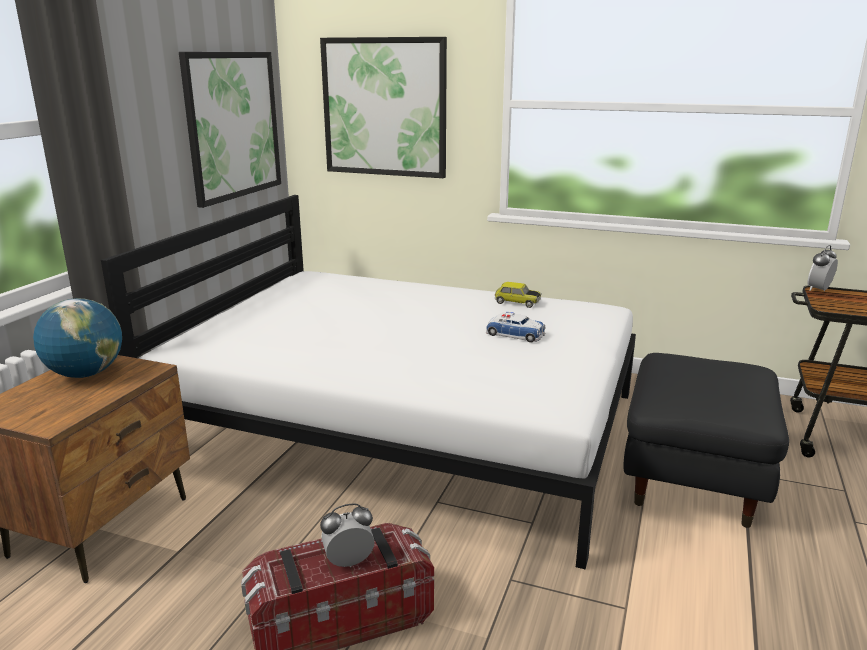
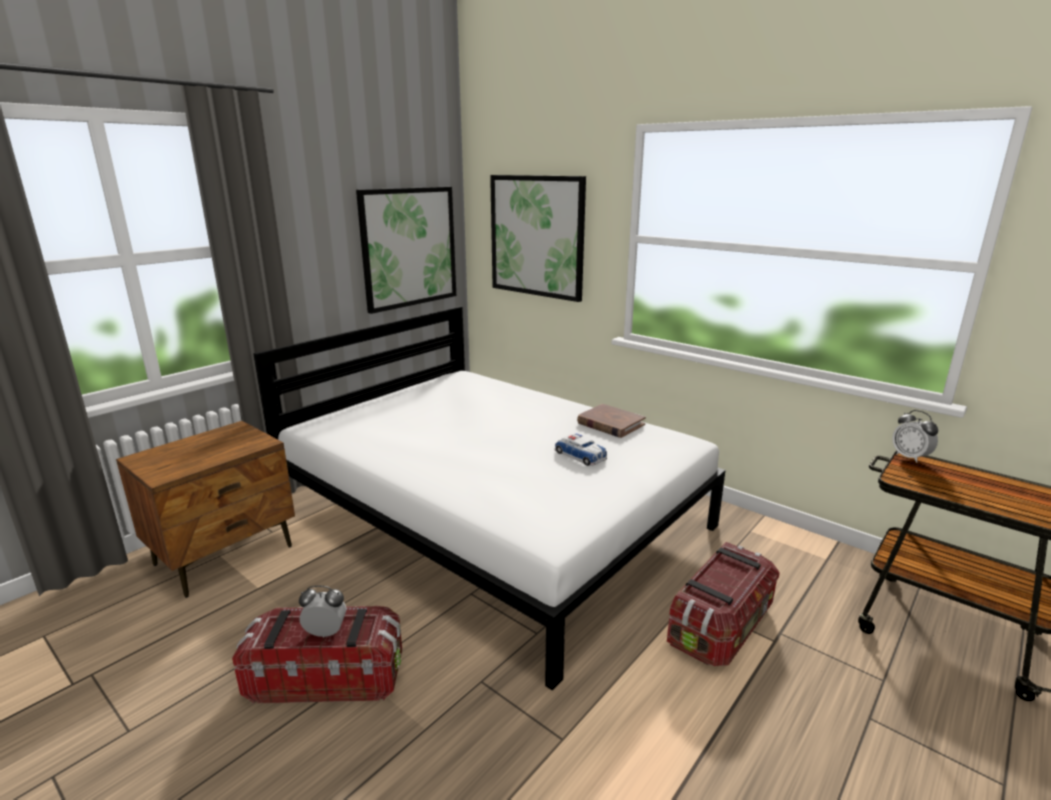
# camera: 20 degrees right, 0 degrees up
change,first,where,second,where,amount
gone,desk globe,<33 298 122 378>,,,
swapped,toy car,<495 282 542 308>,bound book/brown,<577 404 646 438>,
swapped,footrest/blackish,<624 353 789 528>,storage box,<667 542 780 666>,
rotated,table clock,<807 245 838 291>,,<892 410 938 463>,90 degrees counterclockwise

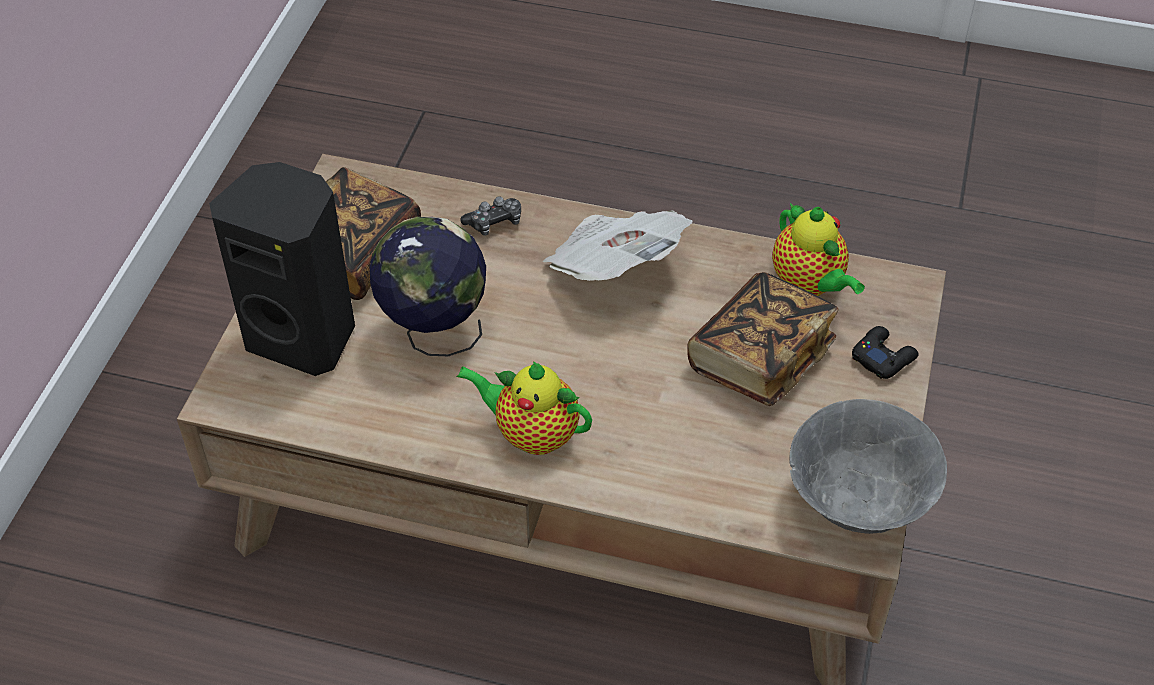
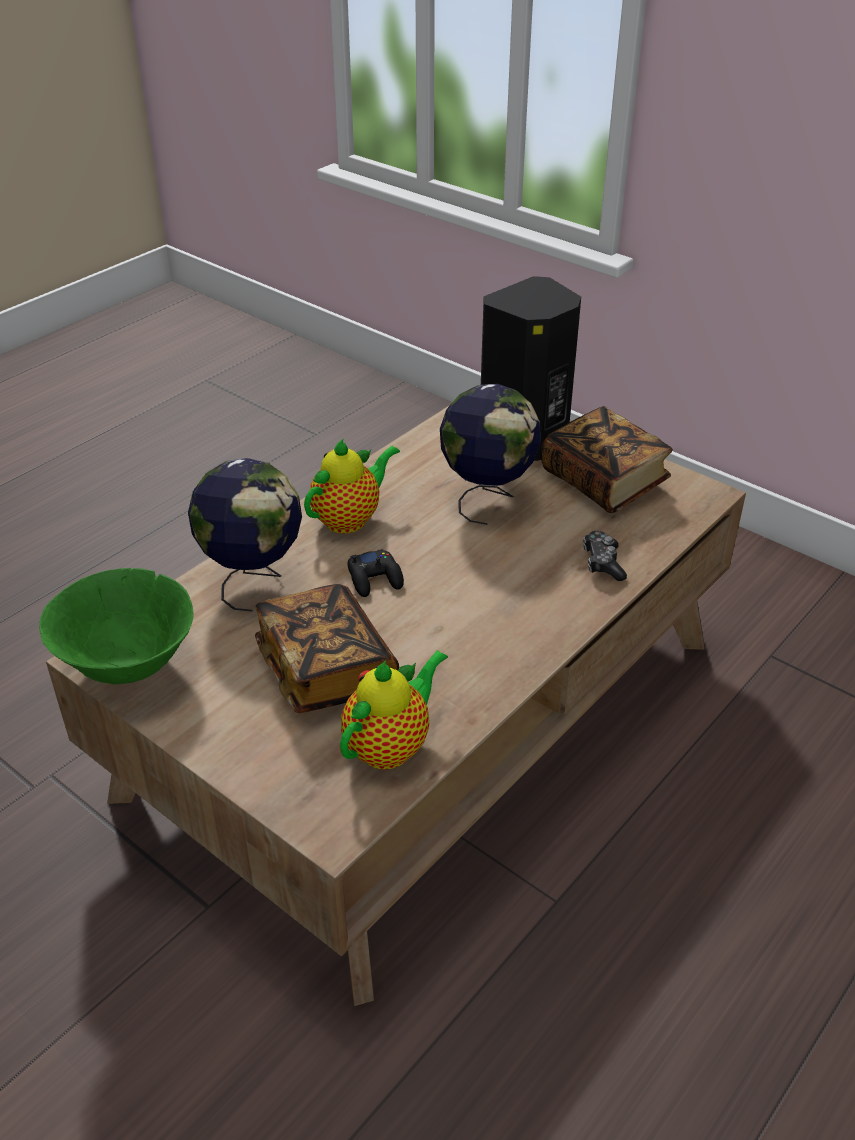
# camera: 115 degrees right, 10 degrees down
change,first,where,second,where,amount
gone,newspaper,<543 211 692 281>,,,
new,,,desk globe,<188 458 302 612>,
shifted,joypad/blackish,<852 326 919 379>,,<348 549 404 597>,
repainted,deep dish/gray,<789 399 947 534>,deep dish/green-coloured,<39 568 194 684>,
rotated,pot for tea,<772 203 865 296>,,<340 650 448 770>,135 degrees clockwise

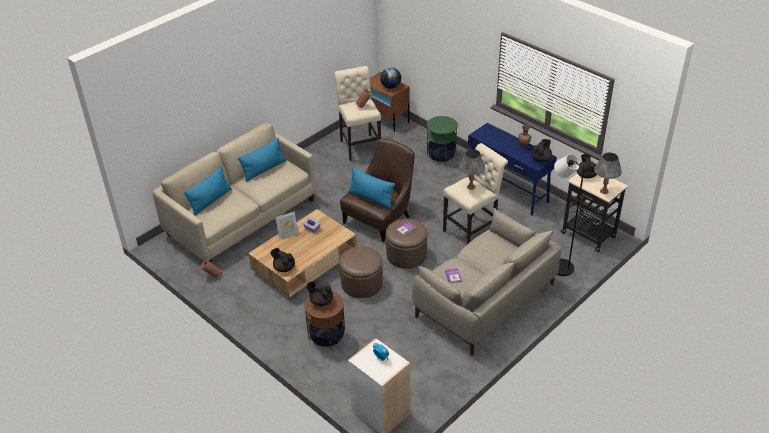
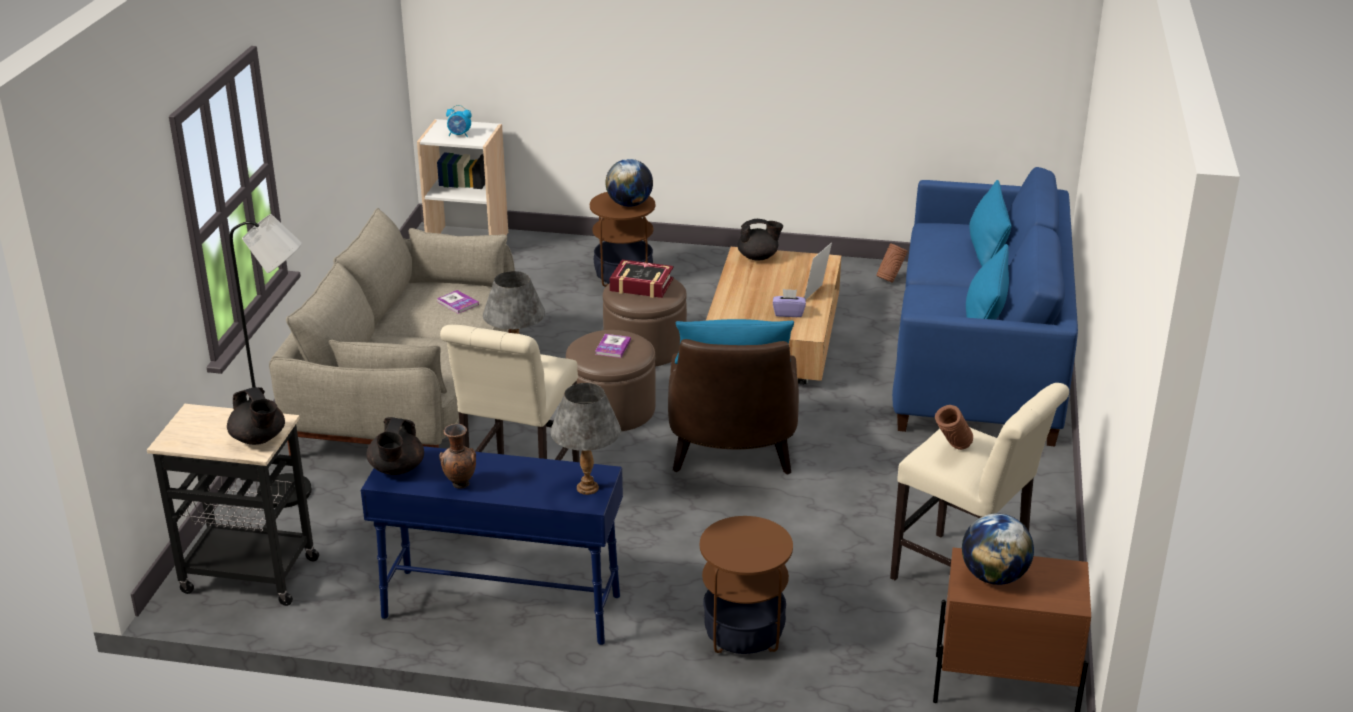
# camera: 145 degrees right, 10 degrees down
change,first,where,second,where,amount
new,,,bound book,<610 260 673 298>,
shifted,tabletop lamp/gray,<594 152 622 194>,,<550 383 621 495>,
swapped,pot for tea/blackish,<306 281 333 306>,desk globe,<605 159 653 207>,
repainted,couch/beige,<153 123 316 263>,couch/bluish,<892 167 1078 446>,
repainted,end table/green-coloured,<427 116 458 163>,end table/brown,<700 516 793 654>,

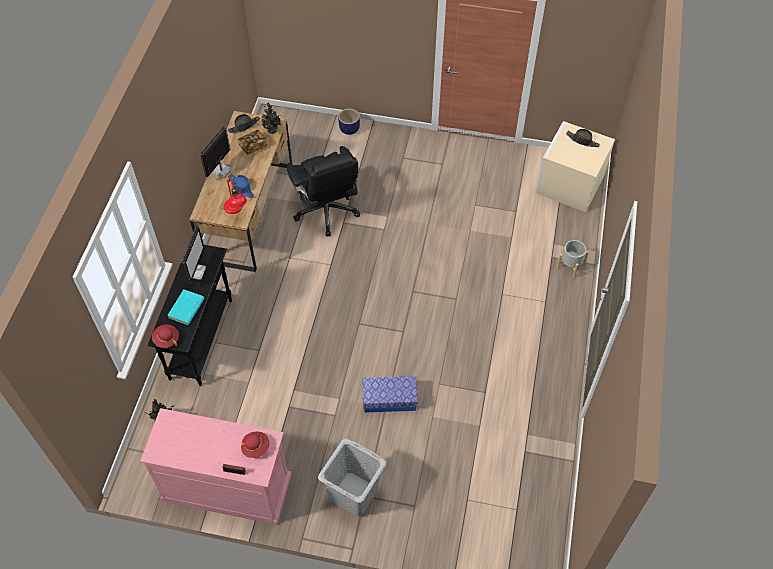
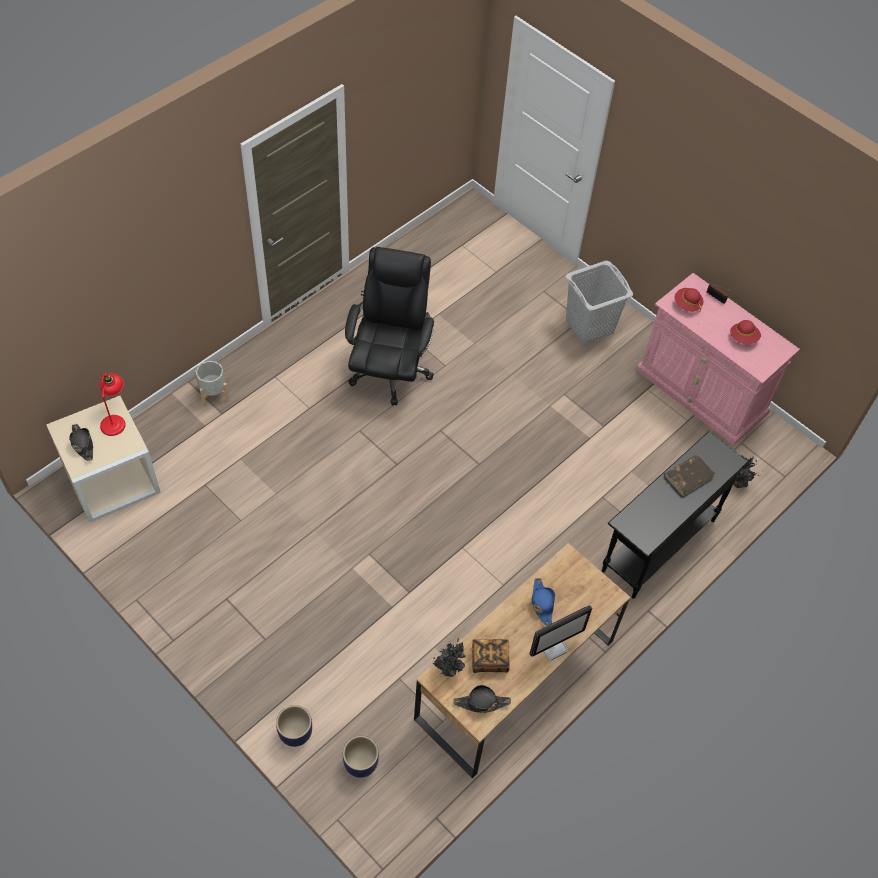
# camera: 150 degrees left, 0 degrees up
change,first,where,second,where,amount
gone,computer screen,<181 226 206 284>,,,
gone,storage box,<362 376 418 413>,,,
new,,,planter,<343 736 379 778>,
shifted,clothing hat/reddish,<152 324 179 348>,,<730 320 761 344>,
shifted,tabletop lamp/reddish,<224 178 247 214>,,<99 373 126 436>,
shifted,office chair/blackish,<287 146 361 237>,,<345 247 434 405>,
repainted,bound book/turquoise-coloured,<167 289 205 325>,bound book/brown,<664 454 715 496>,

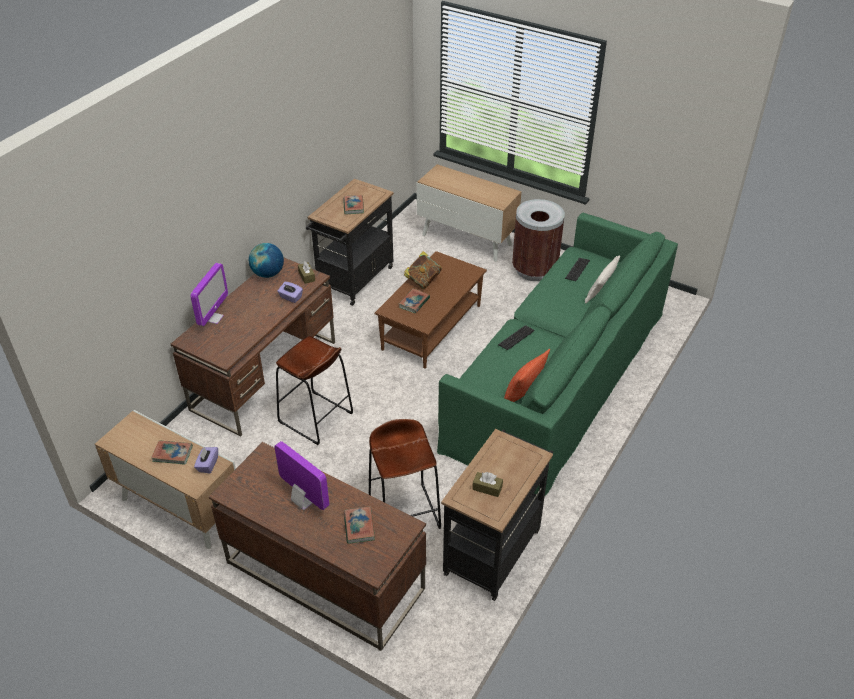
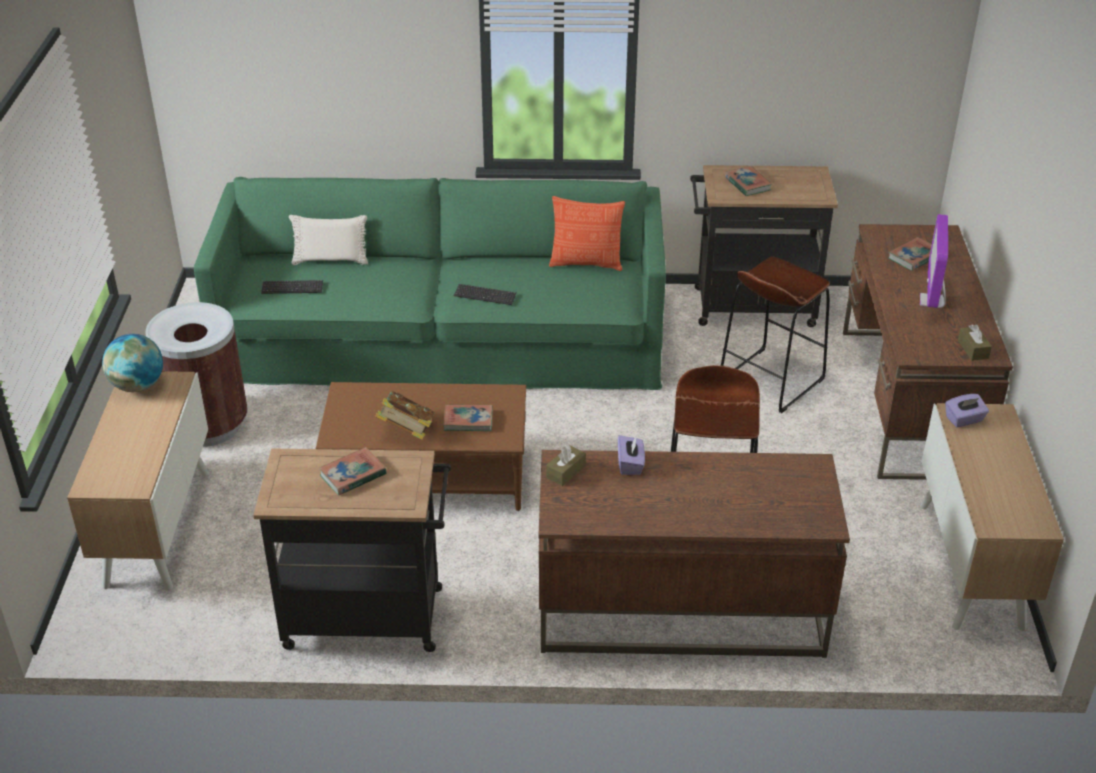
# camera: 120 degrees left, 5 degrees down
change,first,where,second,where,amount
gone,computer screen,<191 263 228 326>,,,
shifted,bound book,<151 440 193 465>,,<725 166 772 196>,
shifted,desk globe,<249 243 284 278>,,<102 334 163 392>,
shifted,tissue box/brown,<472 472 503 497>,,<958 325 992 361>,

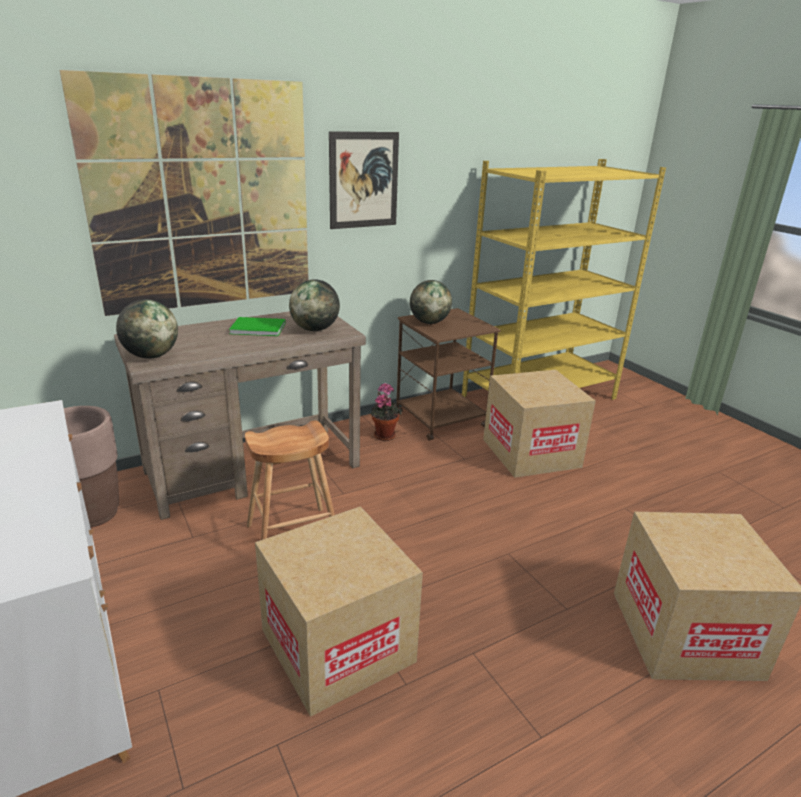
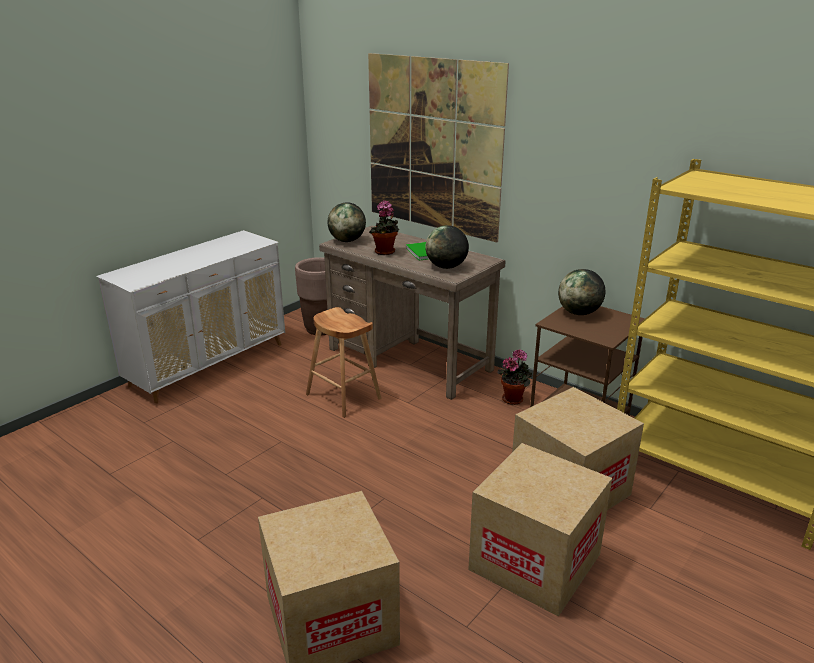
# camera: 70 degrees right, 0 degrees up
change,first,where,second,where,amount
gone,wall art,<329 131 399 229>,,,
new,,,houseplant,<369 200 399 255>,
shifted,cardboard box,<255 506 423 717>,,<468 443 612 617>,

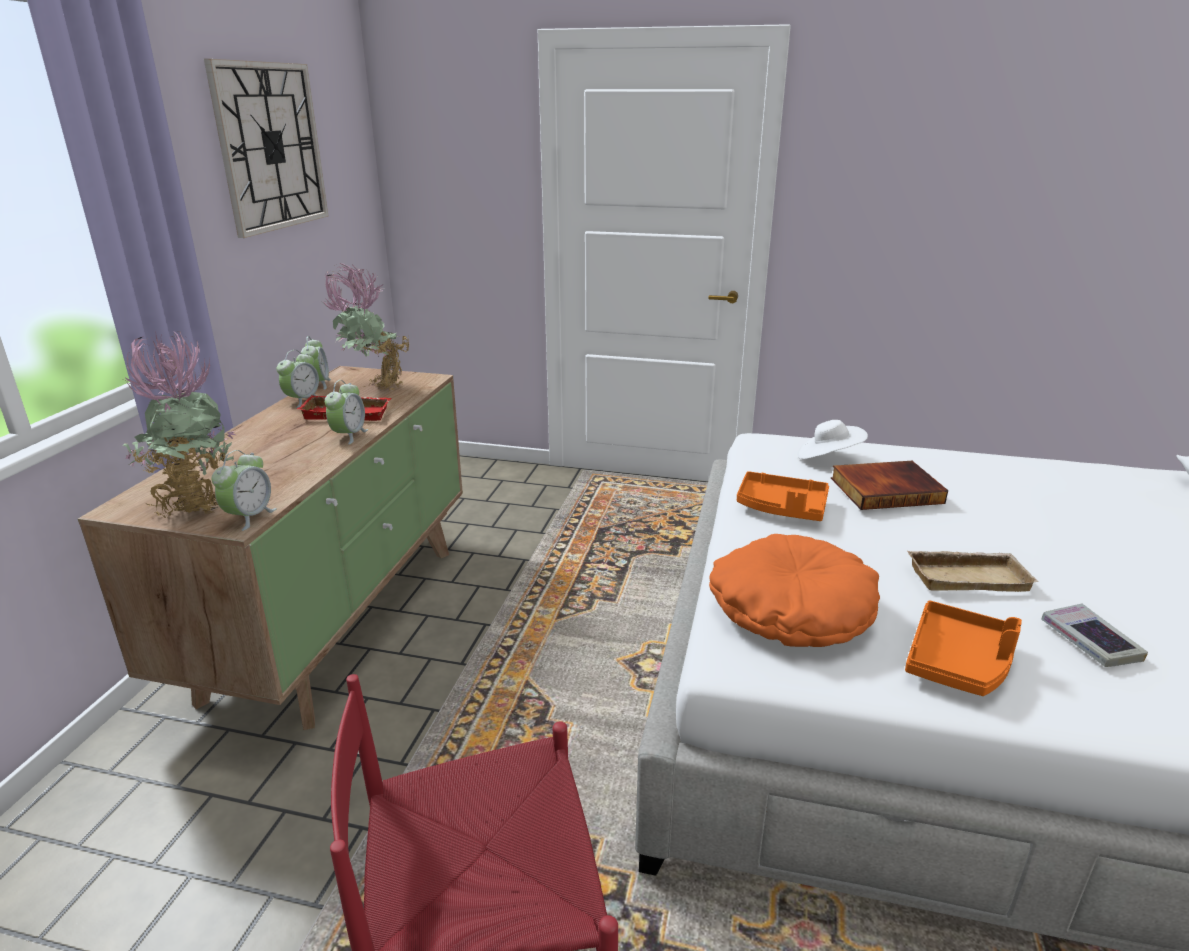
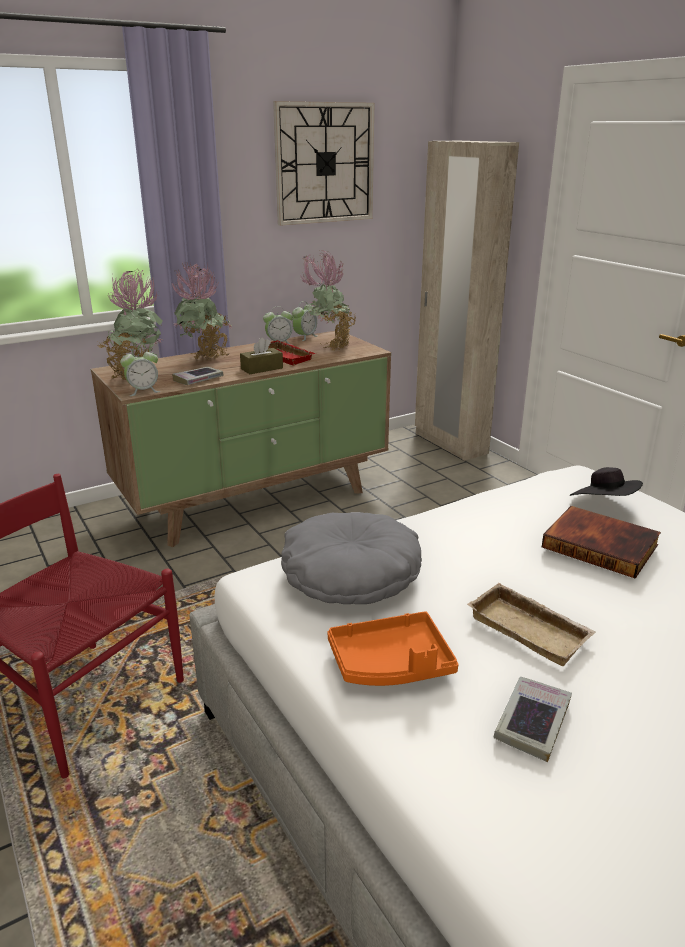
# camera: 45 degrees right, 0 degrees up
change,first,where,second,where,amount
gone,carrying tray/orange-coloured,<737 471 829 521>,,,
new,,,houseplant,<172 263 232 360>,
new,,,bound book,<172 367 224 385>,
new,,,armoire/beige,<415 141 519 461>,
swapped,table clock,<325 380 368 444>,tissue box/brown,<240 337 283 374>,
repainted,pillow/orange-coloured,<709 534 880 647>,pillow/gray,<281 512 422 604>,
repainted,clothing hat/white,<797 420 868 459>,clothing hat/blackish,<570 467 643 496>,

